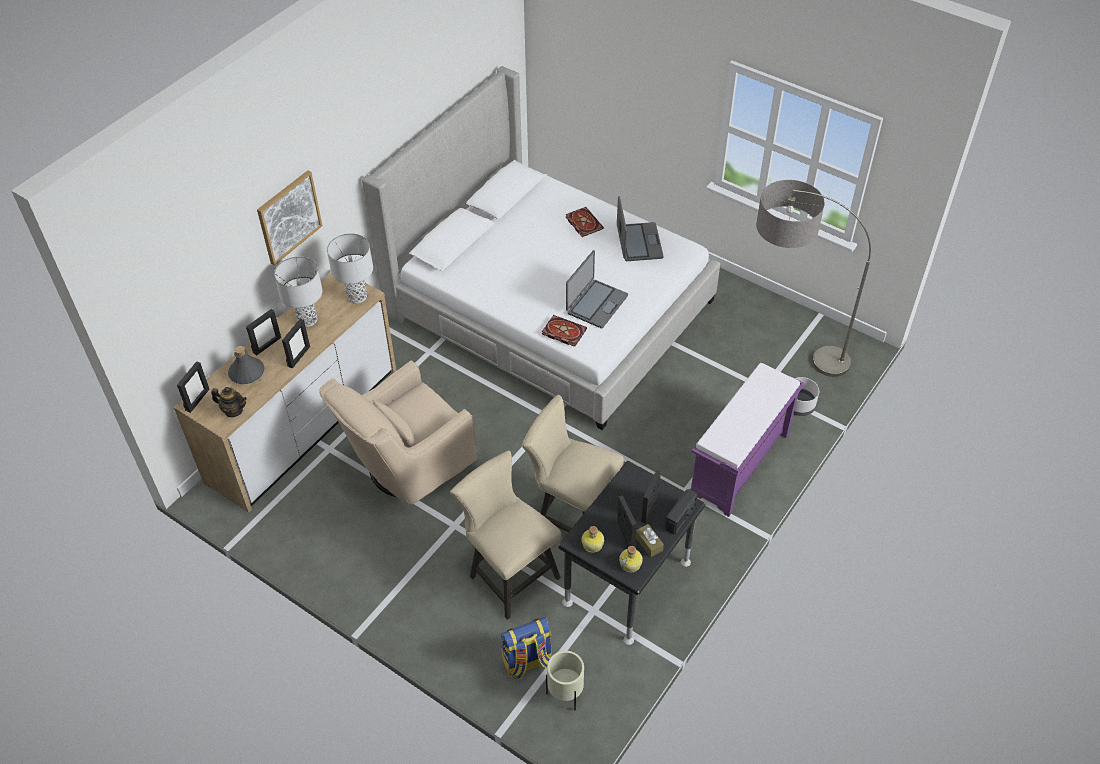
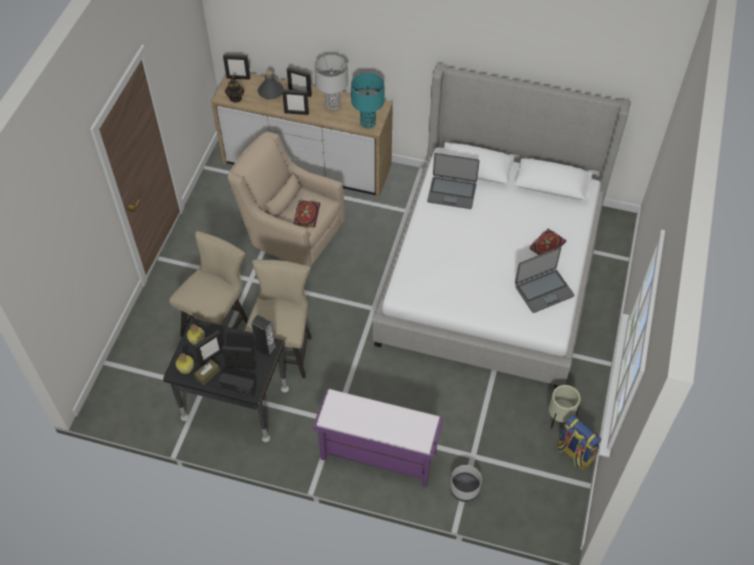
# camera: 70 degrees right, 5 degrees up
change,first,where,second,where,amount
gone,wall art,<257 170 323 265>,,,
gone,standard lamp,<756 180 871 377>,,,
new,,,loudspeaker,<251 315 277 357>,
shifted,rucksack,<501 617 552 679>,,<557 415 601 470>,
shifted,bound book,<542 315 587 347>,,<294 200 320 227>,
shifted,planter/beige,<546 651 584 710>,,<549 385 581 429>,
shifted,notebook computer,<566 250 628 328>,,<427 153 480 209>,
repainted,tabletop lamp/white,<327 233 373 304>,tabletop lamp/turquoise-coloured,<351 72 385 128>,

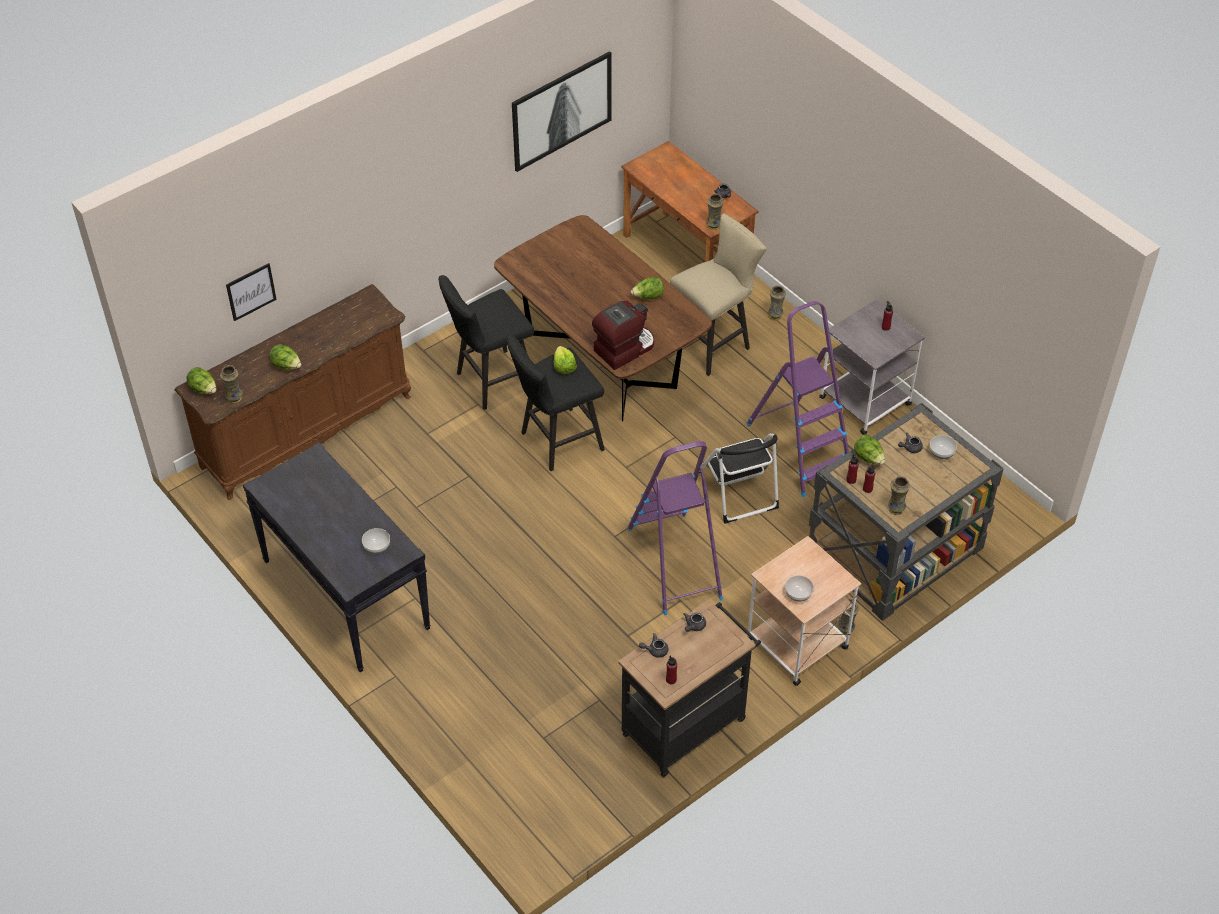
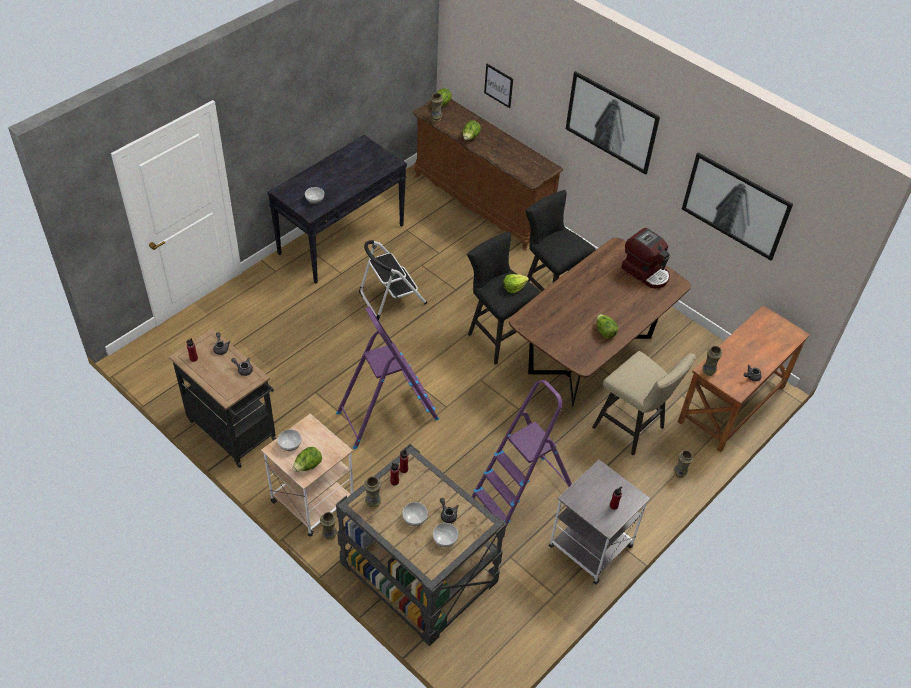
# camera: 80 degrees right, 0 degrees up
change,first,where,second,where,amount
new,,,deep dish,<403 502 428 526>,
new,,,wall art,<566 71 660 175>,
shifted,coffee brewer,<592 301 654 370>,,<621 228 670 288>,
shifted,step stool,<699 433 779 524>,,<359 240 427 320>,
shifted,head of lettuce,<854 435 885 465>,,<292 447 322 472>,

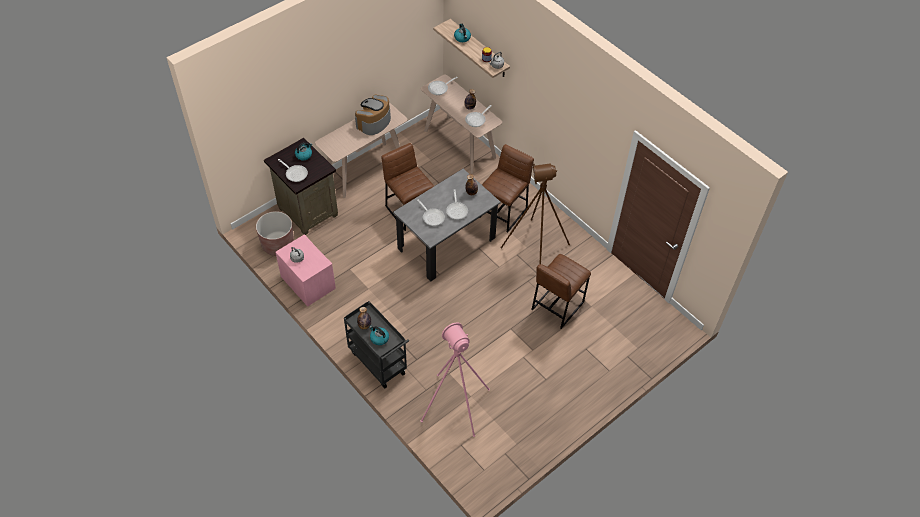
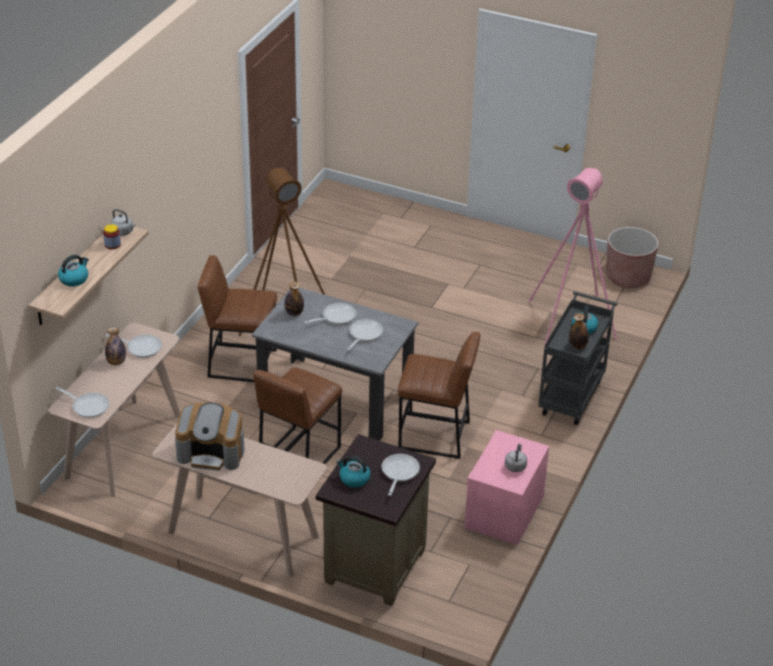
# camera: 115 degrees left, 15 degrees down
change,first,where,second,where,amount
shifted,planter/brown,<256 211 294 256>,,<606 227 658 288>,
shifted,upright chair/brown,<531 254 591 329>,,<398 332 480 459>,

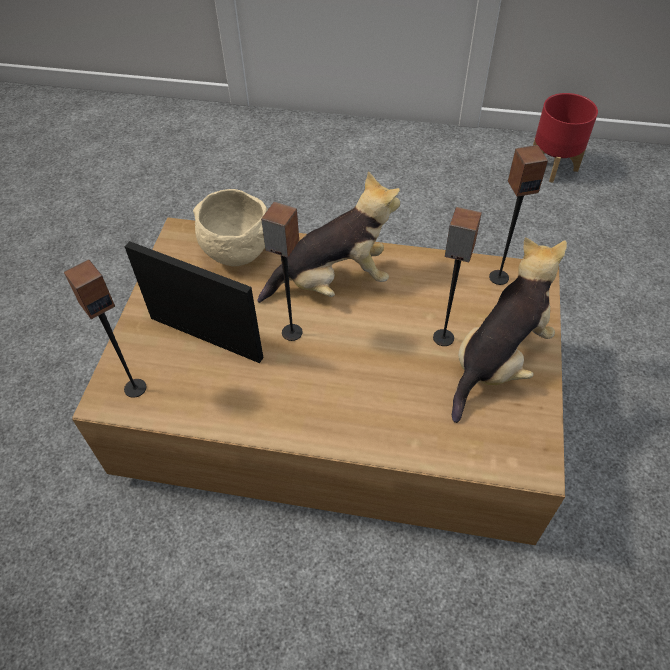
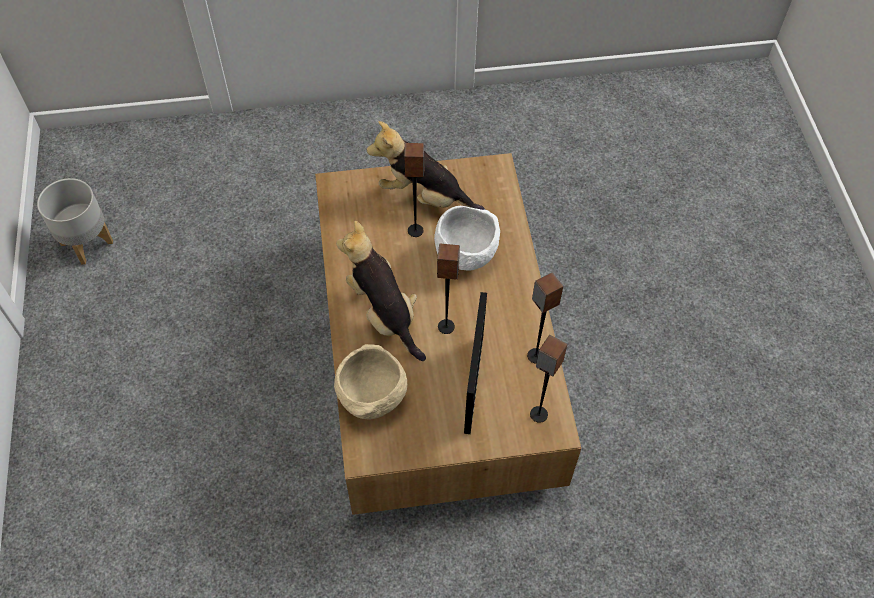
# camera: 110 degrees left, 5 degrees up
change,first,where,second,where,amount
new,,,deep dish/white,<434 206 500 271>,
shifted,loudspeaker,<489 145 548 285>,,<527 273 563 364>,
repainted,planter/reddish,<533 93 598 183>,planter/gray,<37 178 113 264>,

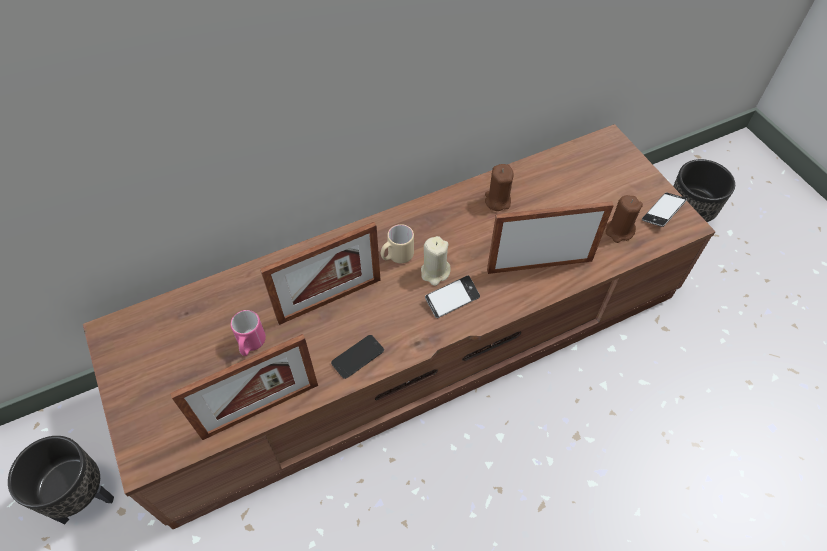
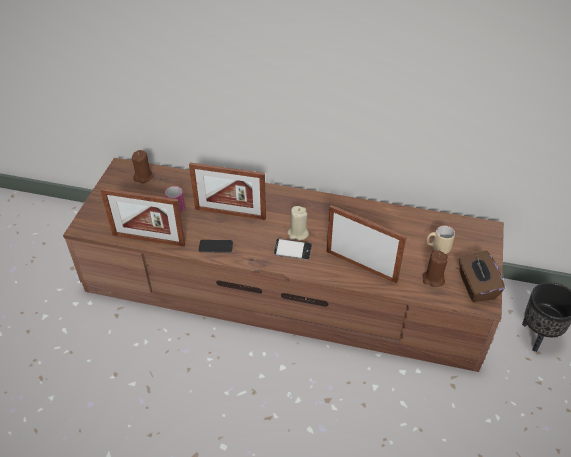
# camera: 40 degrees right, 10 degrees down
change,first,where,second,where,amount
gone,planter/blackish,<8 436 114 524>,,,
shifted,tea mug/beige,<381 224 414 264>,,<427 226 455 254>,
shifted,candle/brown,<485 164 514 211>,,<132 150 153 183>,
swapped,handset,<642 193 687 227>,tissue box/brown,<459 251 505 302>,

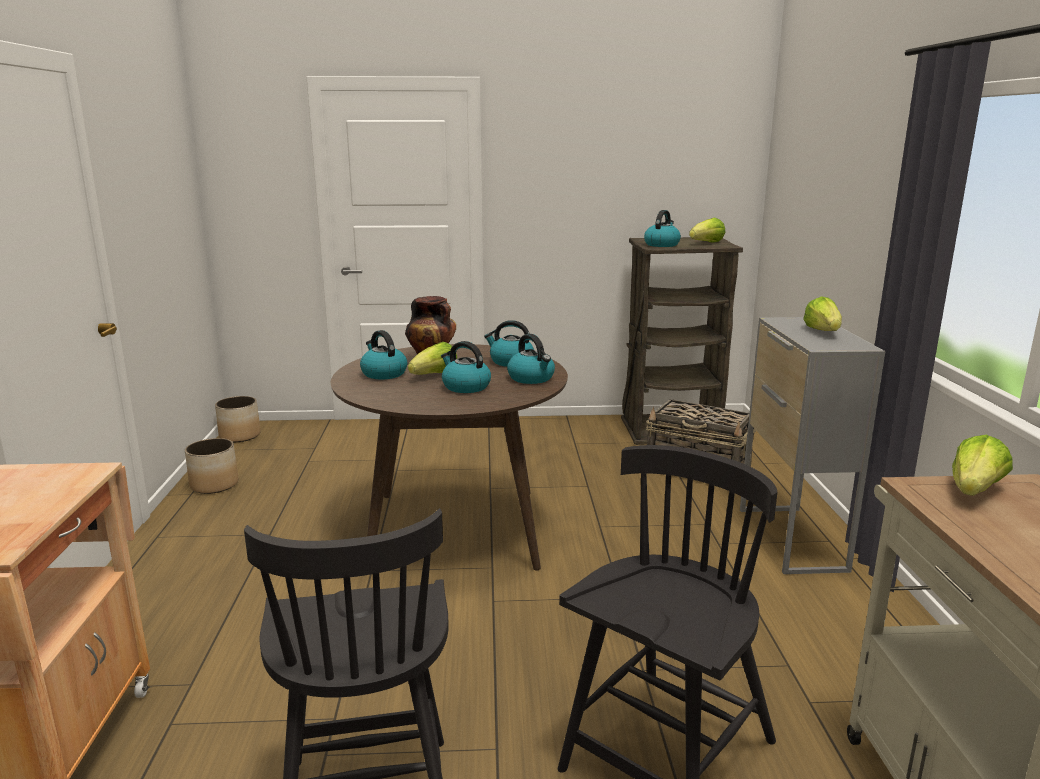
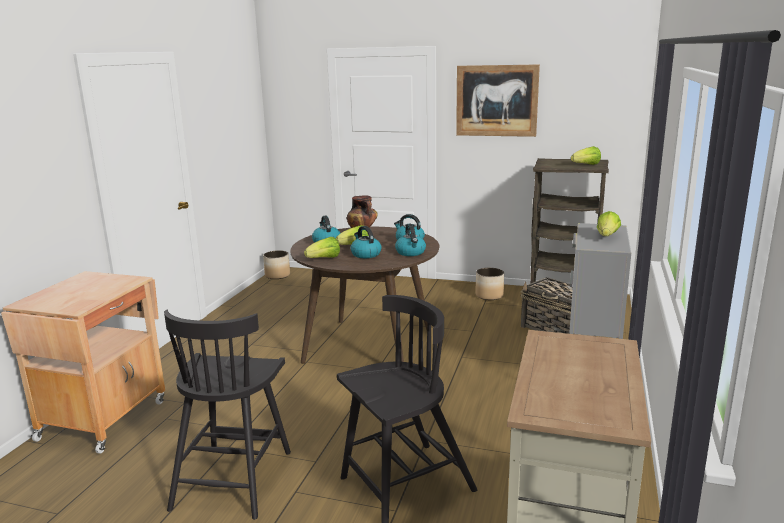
# camera: 20 degrees right, 0 degrees up
change,first,where,second,where,amount
gone,kettle,<644 210 681 247>,,,
new,,,wall art,<456 64 540 137>,
shifted,planter,<185 438 238 494>,,<475 268 504 300>,
shifted,head of lettuce,<952 435 1013 496>,,<304 237 340 258>,

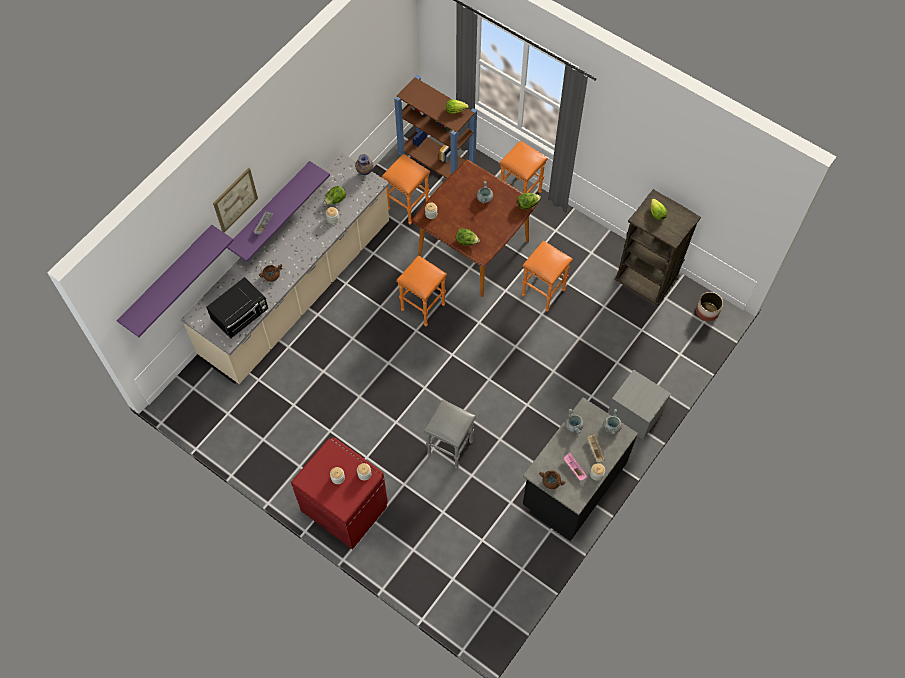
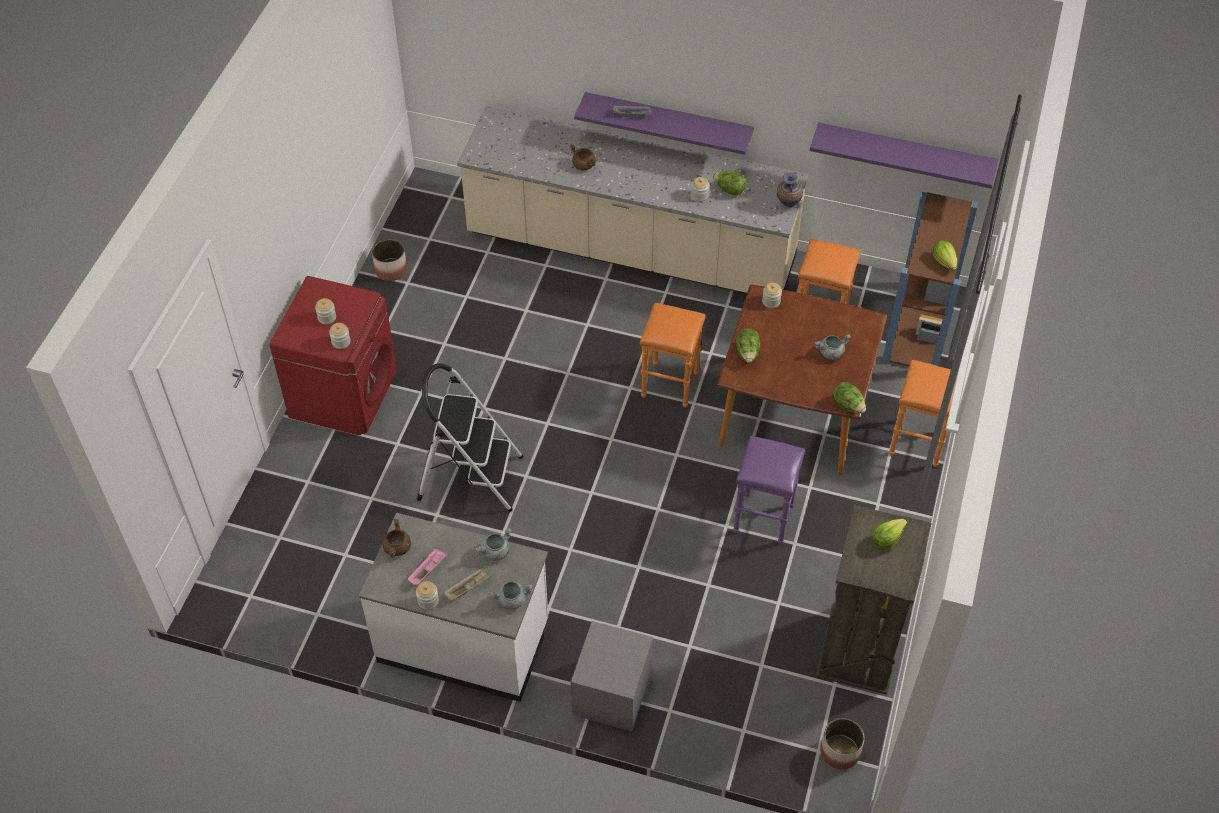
# camera: 70 degrees right, 10 degrees down
change,first,where,second,where,amount
gone,microwave oven/blackish,<206 277 268 338>,,,
gone,wall art,<213 168 258 233>,,,
new,,,planter,<372 239 407 281>,
shifted,bracket shelf/purplish,<117 225 234 337>,,<810 122 998 189>,
swapped,sitting stool/gray,<424 399 476 469>,step stool,<417 363 524 512>,
repainted,sitting stool/orange-coloured,<522 241 573 312>,sitting stool/purplish,<733 436 805 544>,
repainted,counter/blackish,<523 397 638 541>,counter/white,<359 513 548 702>,

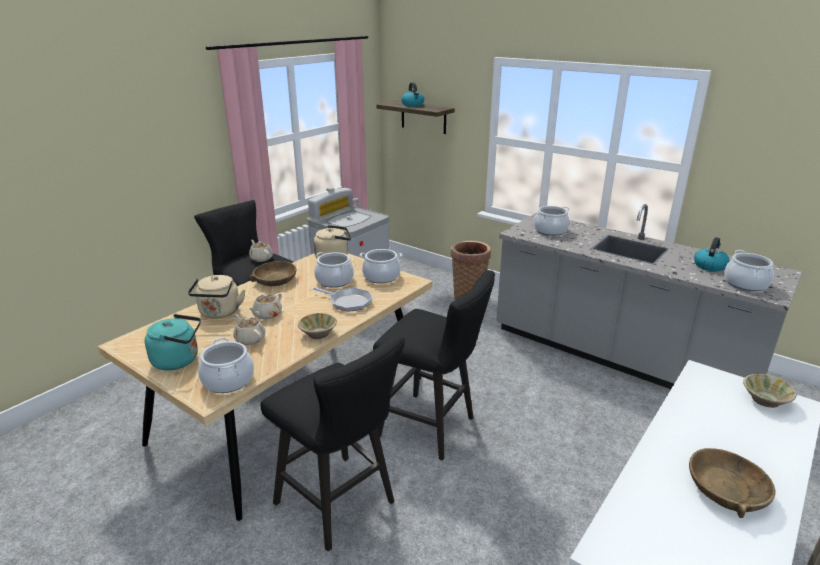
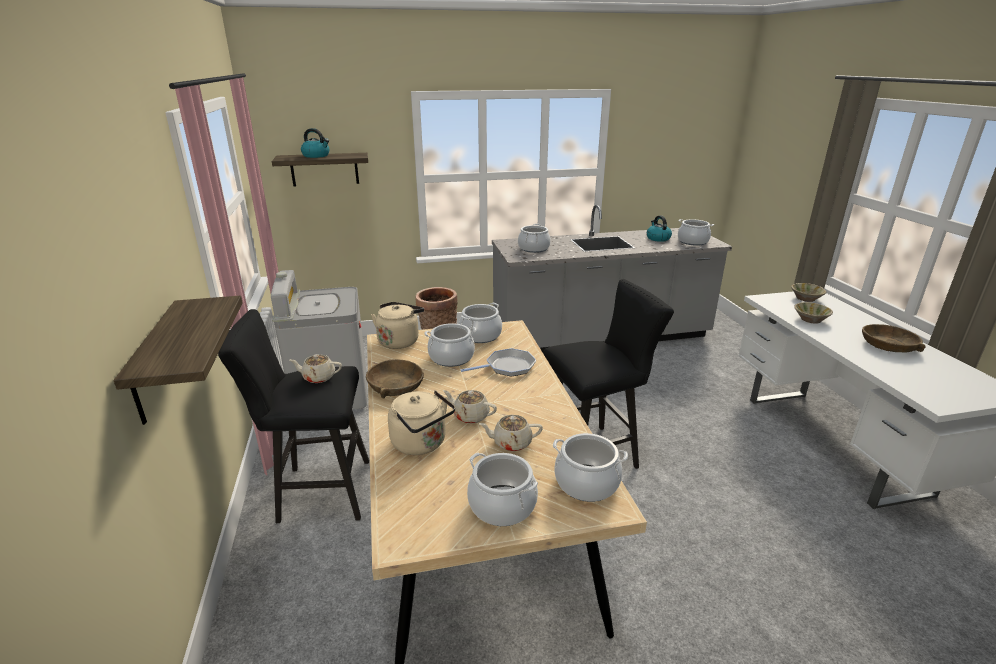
# camera: 50 degrees left, 0 degrees up
change,first,where,second,where,amount
gone,sitting stool/blackish,<260 335 405 551>,,,
new,,,bracket shelf,<113 296 243 425>,
shifted,deep dish/beige,<298 313 337 339>,,<794 302 833 324>,
swapped,kettle/turquoise-coloured,<145 314 201 370>,stockpot,<467 453 538 526>,
rotated,pot for tea/beige,<249 293 282 319>,,<443 390 497 424>,135 degrees clockwise

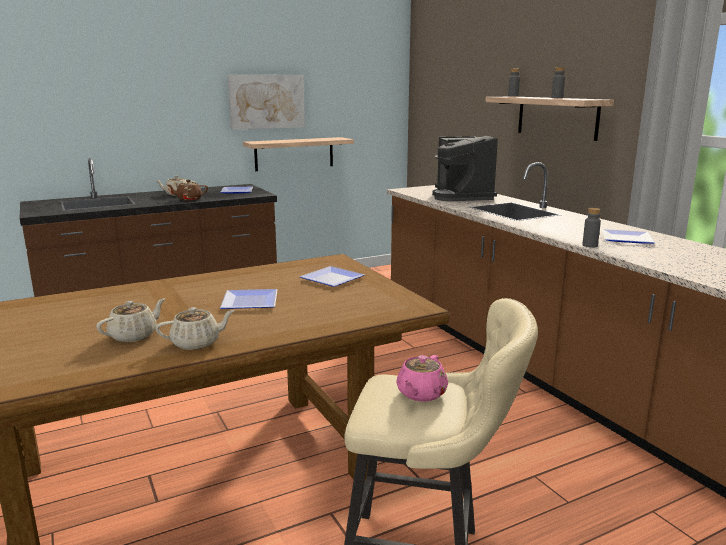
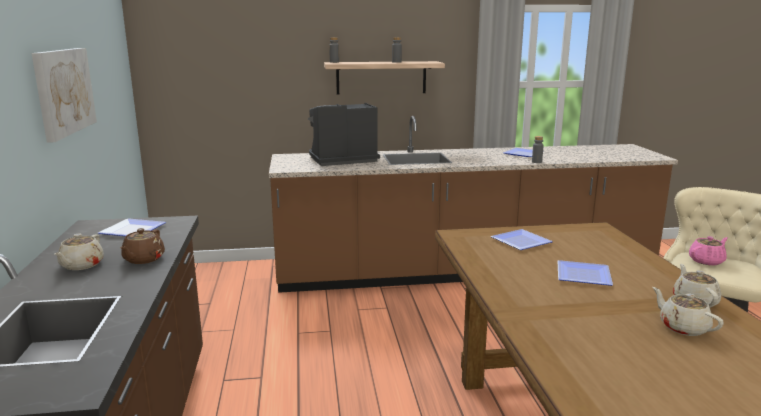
# camera: 70 degrees left, 0 degrees up
change,first,where,second,where,amount
gone,bracket shelf,<243 137 354 171>,,,
rotated,pot for tea/pinkish,<396 355 448 402>,,<689 236 728 266>,75 degrees counterclockwise
rotated,coffee brewer,<432 136 498 201>,,<308 103 380 166>,150 degrees clockwise

